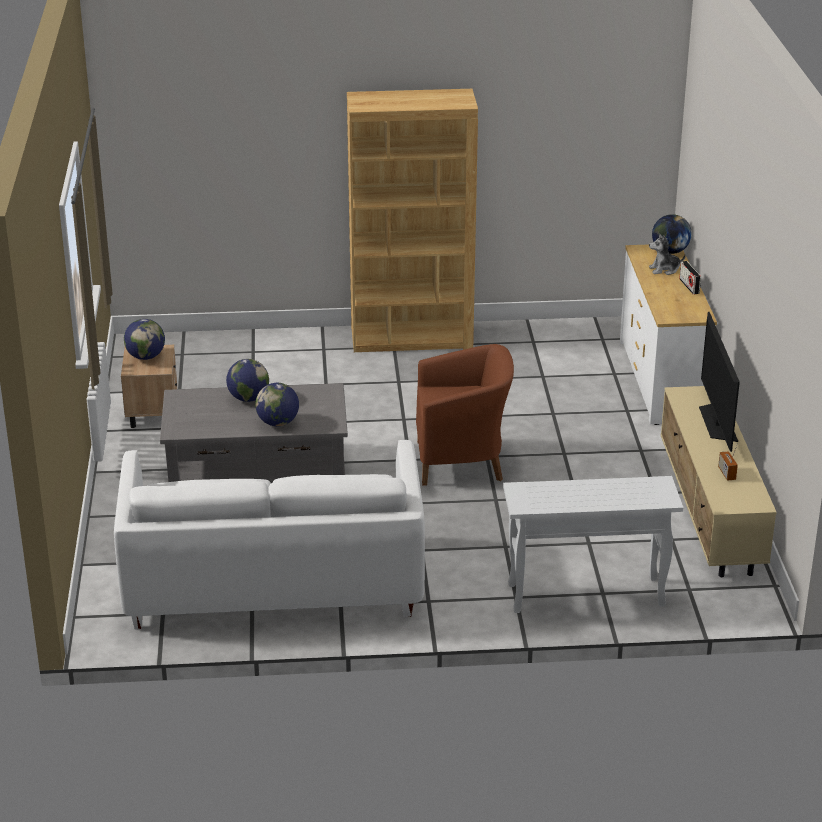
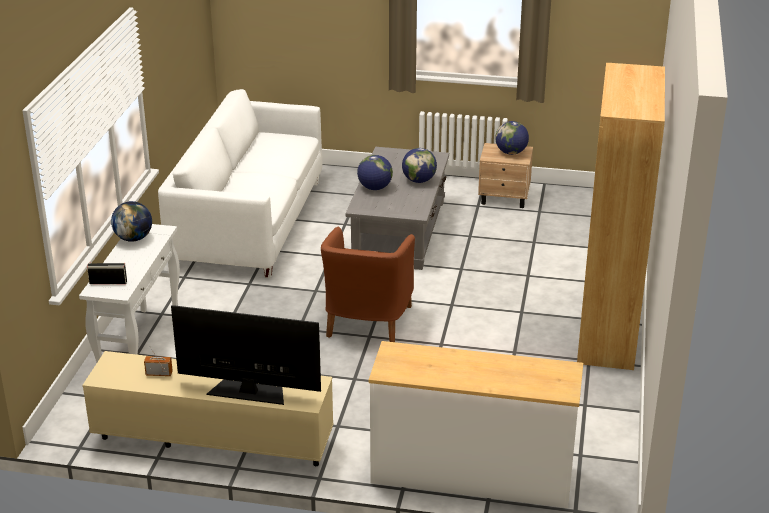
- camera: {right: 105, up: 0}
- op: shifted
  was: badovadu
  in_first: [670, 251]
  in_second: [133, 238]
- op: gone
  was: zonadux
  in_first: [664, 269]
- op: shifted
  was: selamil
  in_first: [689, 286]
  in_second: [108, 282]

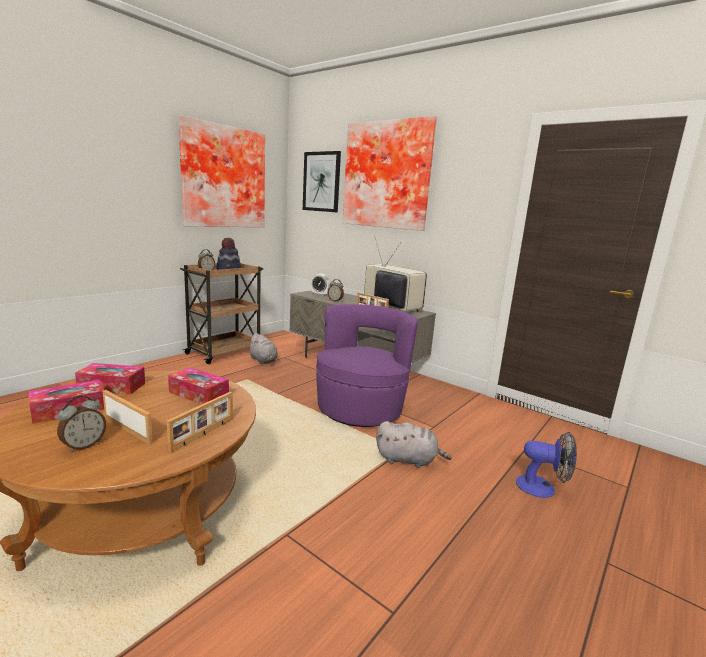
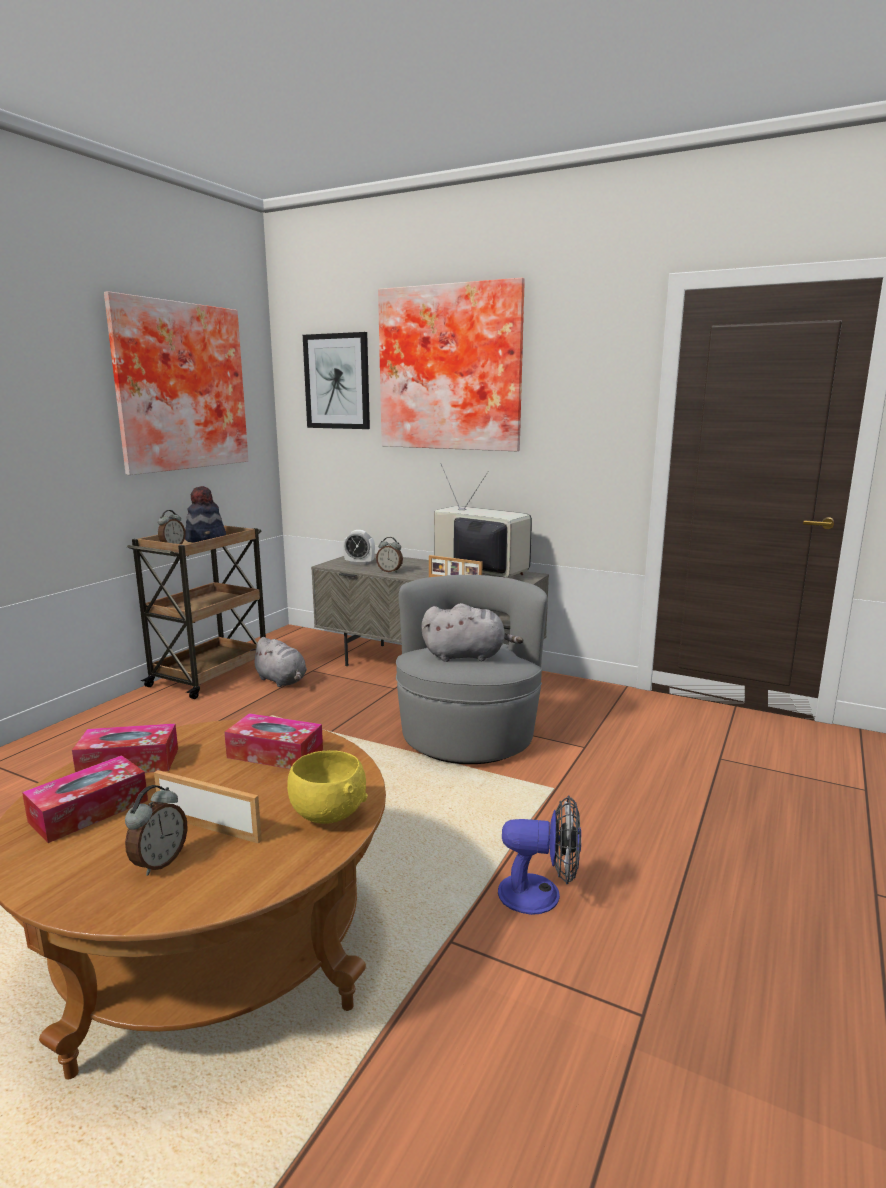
- camera: {right: -10, up: 0}
- op: repainted
  was: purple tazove
  now: grey tazove
  in_first: [360, 408]
  in_second: [468, 736]
- op: swapped
  was: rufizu
  now: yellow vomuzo
  in_first: [204, 434]
  in_second: [327, 814]
- op: shifted
  was: grey zonadux
  in_first: [408, 460]
  in_second: [467, 656]
- op: shifted
  was: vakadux
  in_first: [542, 488]
  in_second: [540, 894]

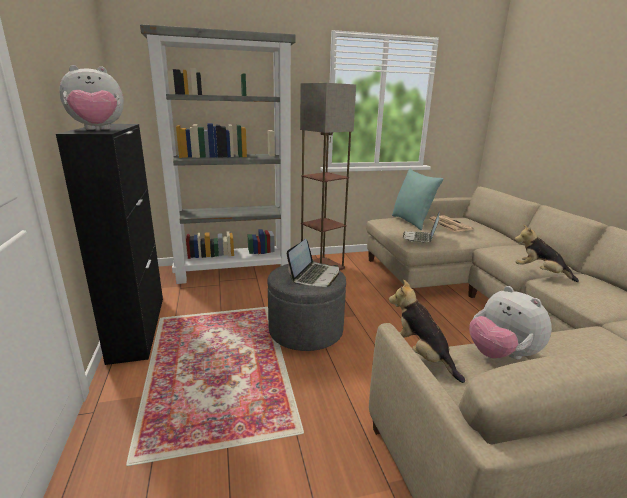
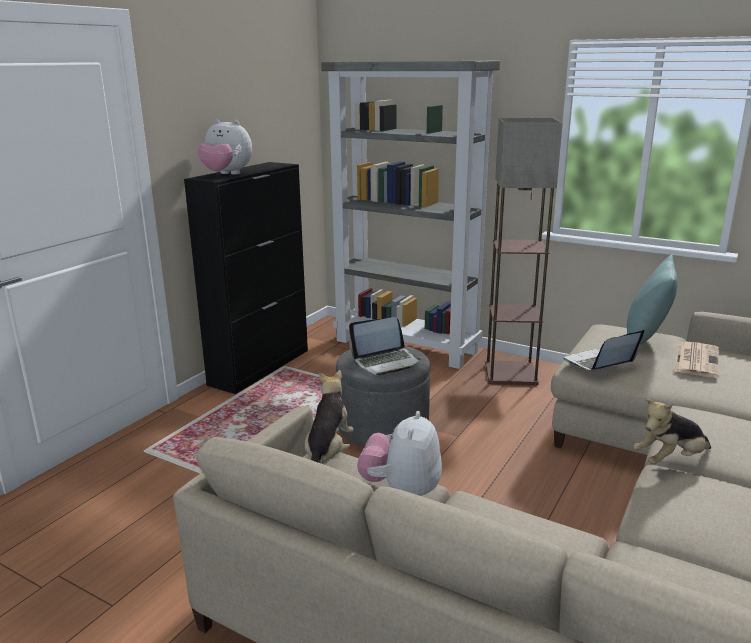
- camera: {right: 45, up: 0}
- op: rotated
  was: zonadux
  in_first: [540, 273]
  in_second: [670, 460]
  clockwise: -105

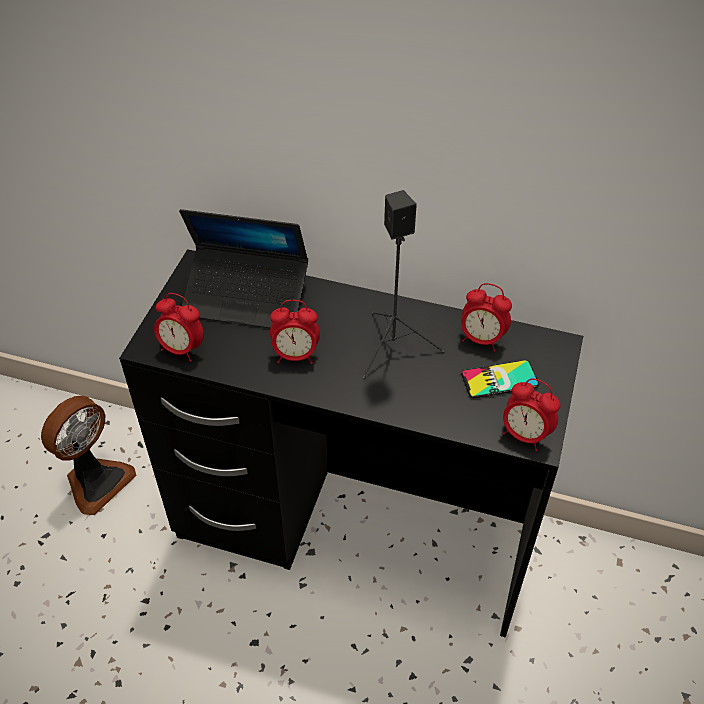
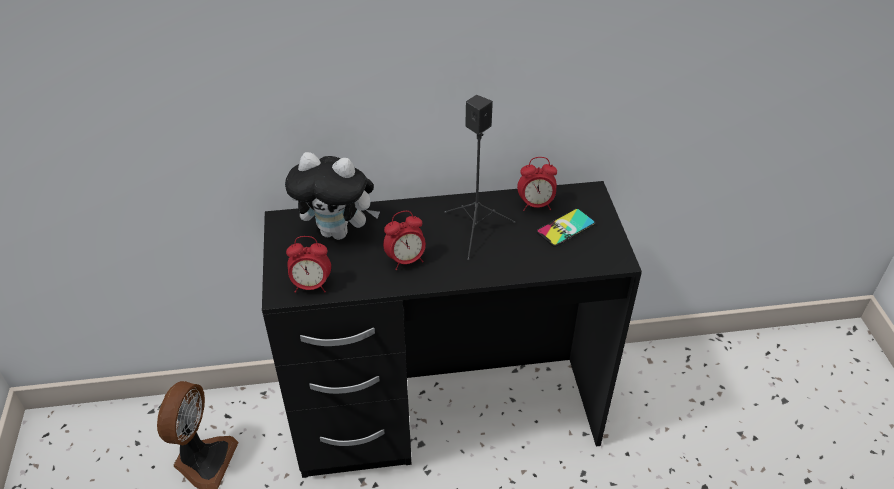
- camera: {right: -25, up: -5}
- op: swapped
  was: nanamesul
  now: zonadux
  in_first: [246, 297]
  in_second: [338, 231]
- op: gone
  was: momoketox
  in_first: [524, 435]

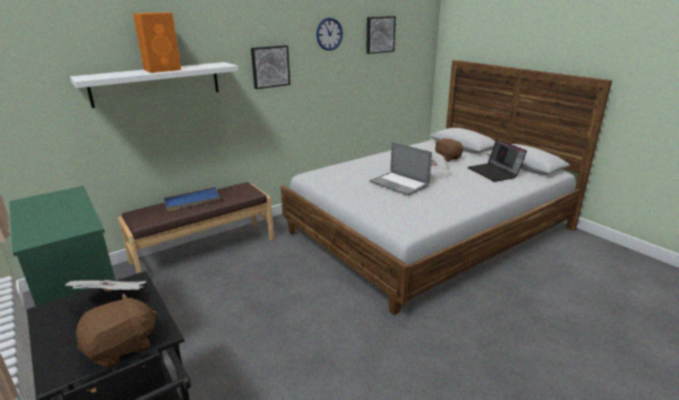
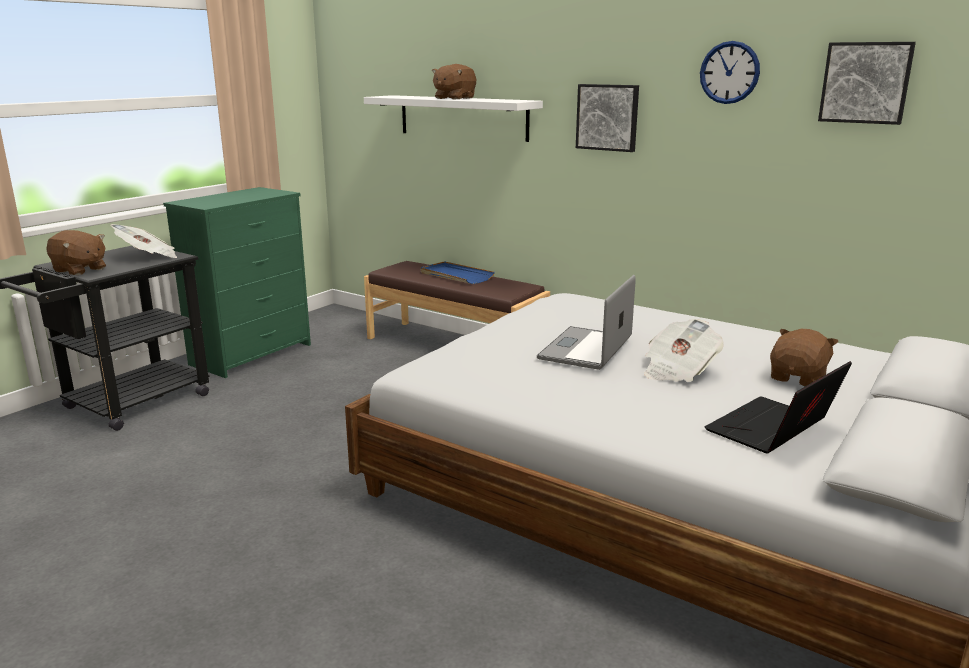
- camera: {right: 70, up: -5}
- op: swapped
  was: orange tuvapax
  now: brown zonadux
  in_first: [163, 69]
  in_second: [454, 98]

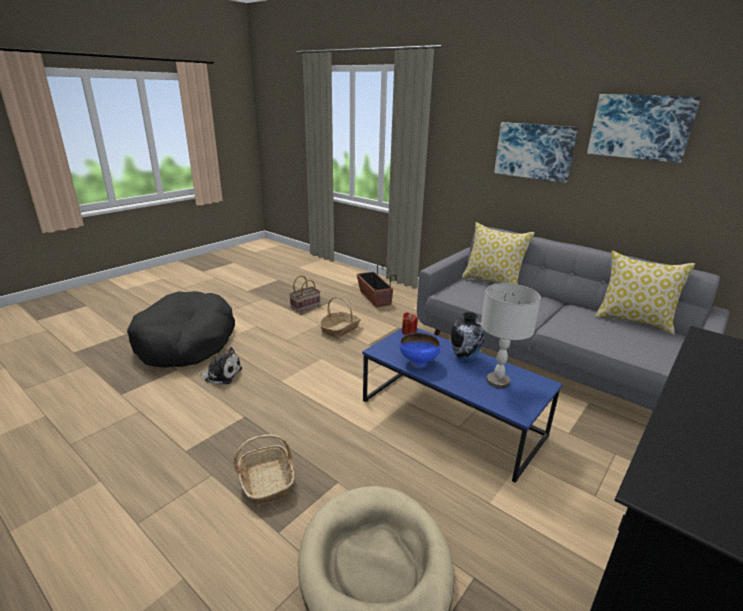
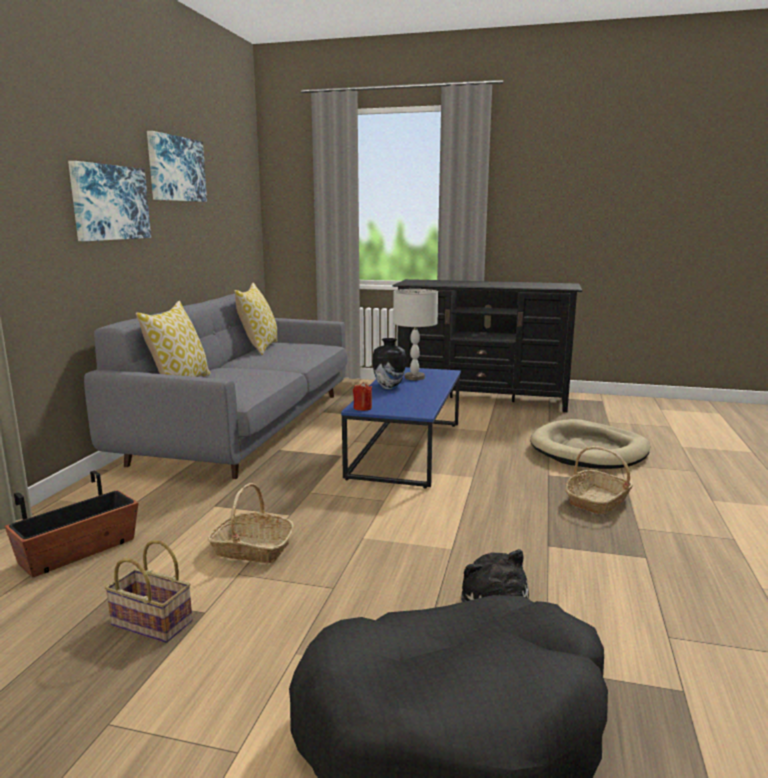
- camera: {right: -115, up: -10}
- op: gone
  was: blue vomuzo
  in_first: [418, 363]

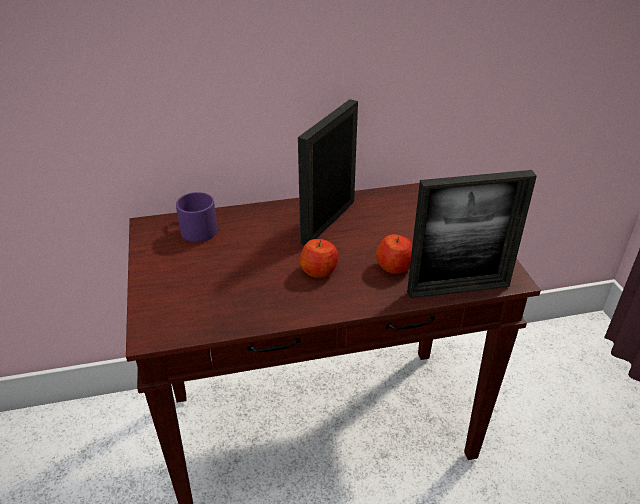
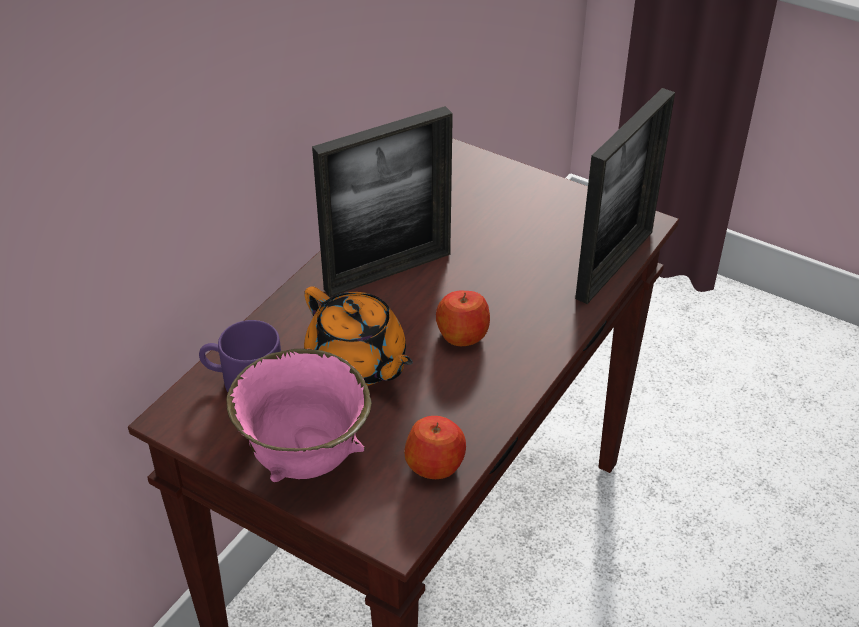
- camera: {right: -45, up: 5}
- op: rotated
  was: rufizu
  in_first: [328, 221]
  in_second: [388, 271]
  clockwise: -105
- op: shifted
  was: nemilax
  in_first: [395, 267]
  in_second: [435, 464]
- op: new
  now: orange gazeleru
  in_second: [357, 364]
- op: new
  now: pink vomuzo
  in_second: [304, 461]

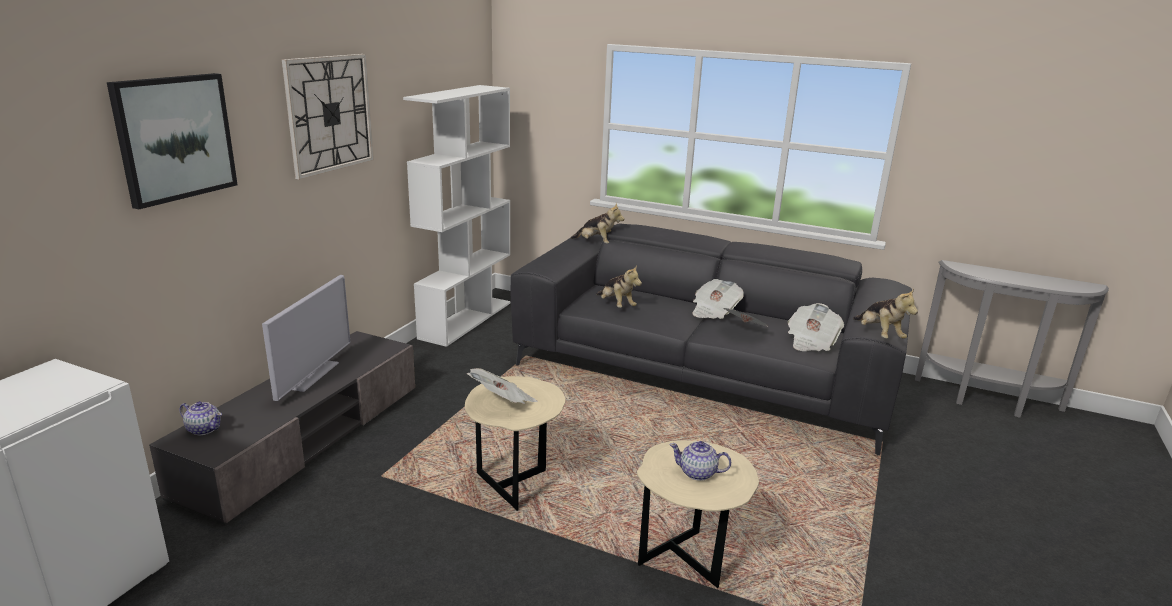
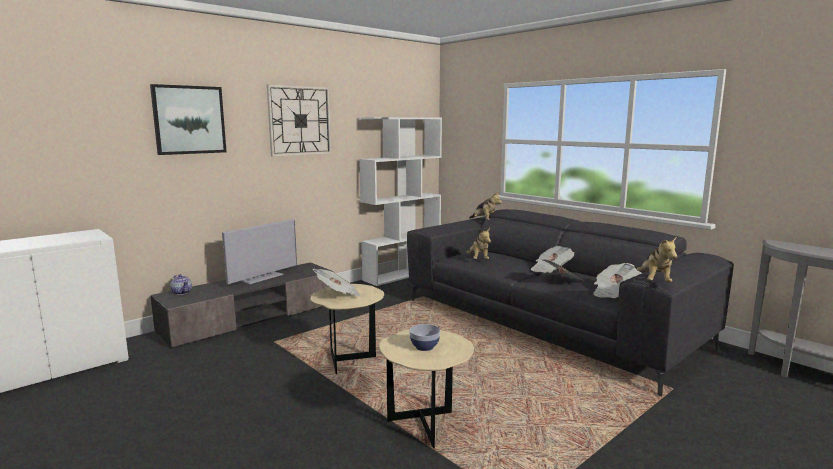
- camera: {right: 25, up: -10}
- op: swapped
  was: gazeleru
  now: vomuzo
  in_first: [698, 473]
  in_second: [424, 347]

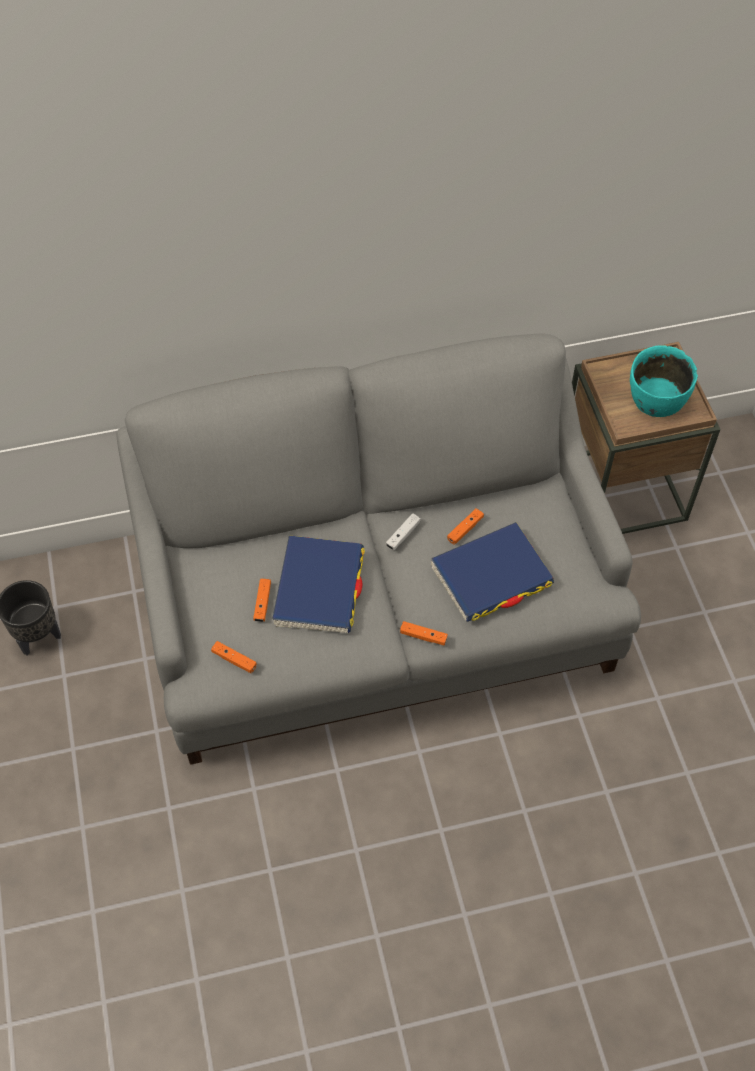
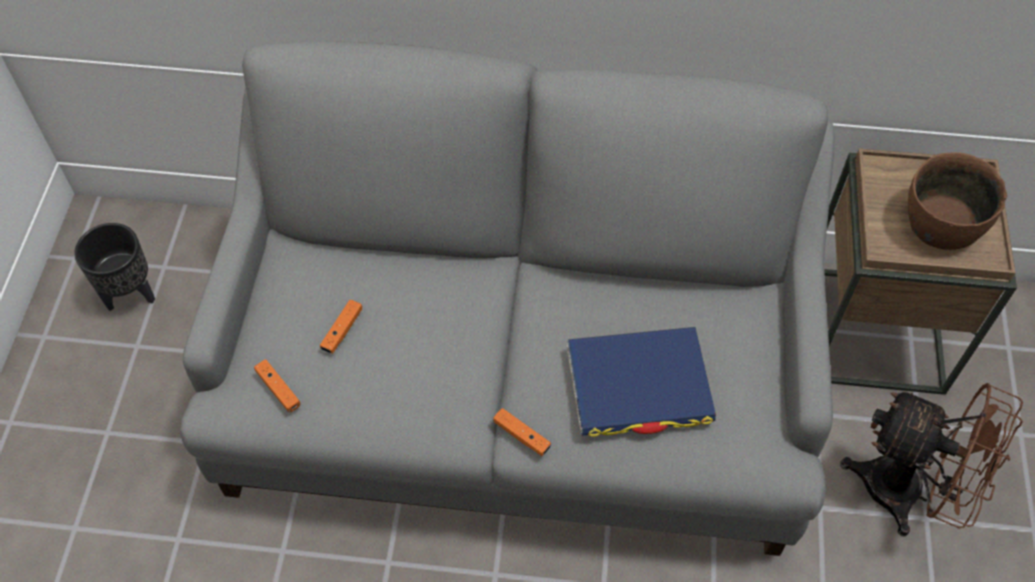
- camera: {right: 20, up: 0}
- op: repainted
  was: turquoise vomuzo
  now: brown vomuzo
  in_first: [656, 398]
  in_second: [940, 223]
- op: gone
  was: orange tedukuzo
  in_first: [465, 529]
- op: gone
  was: white tedukuzo
  in_first: [403, 535]
- op: gone
  was: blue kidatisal
  in_first: [319, 587]
- op: new
  now: brown vakadux
  in_second: [908, 493]

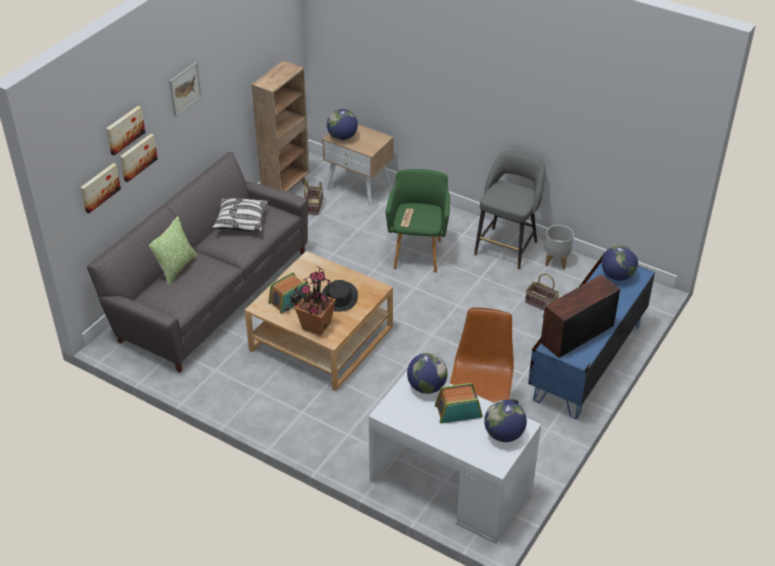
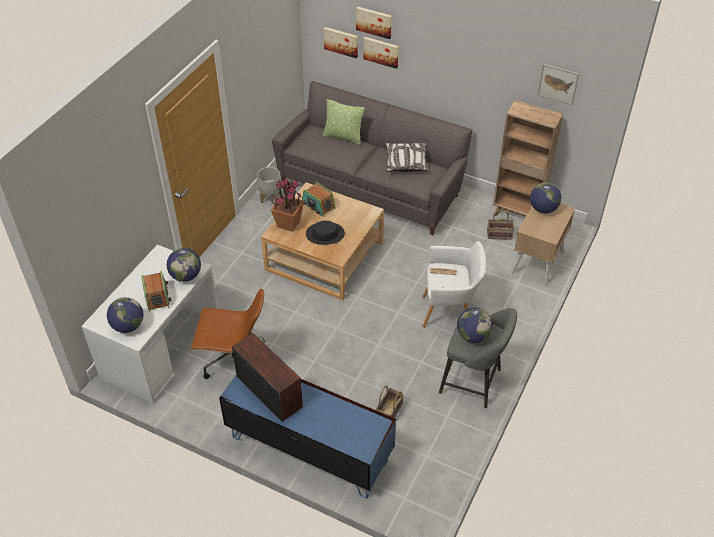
- camera: {right: 85, up: 5}
- op: shifted
  was: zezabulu
  in_first: [184, 89]
  in_second: [558, 84]
- op: repainted
  was: green tazove
  now: white tazove
  in_first: [418, 252]
  in_second: [449, 312]
- op: shifted
  was: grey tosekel
  in_first: [556, 261]
  in_second: [270, 198]
- op: shifted
  was: badovadu
  in_first: [617, 276]
  in_second: [473, 336]

